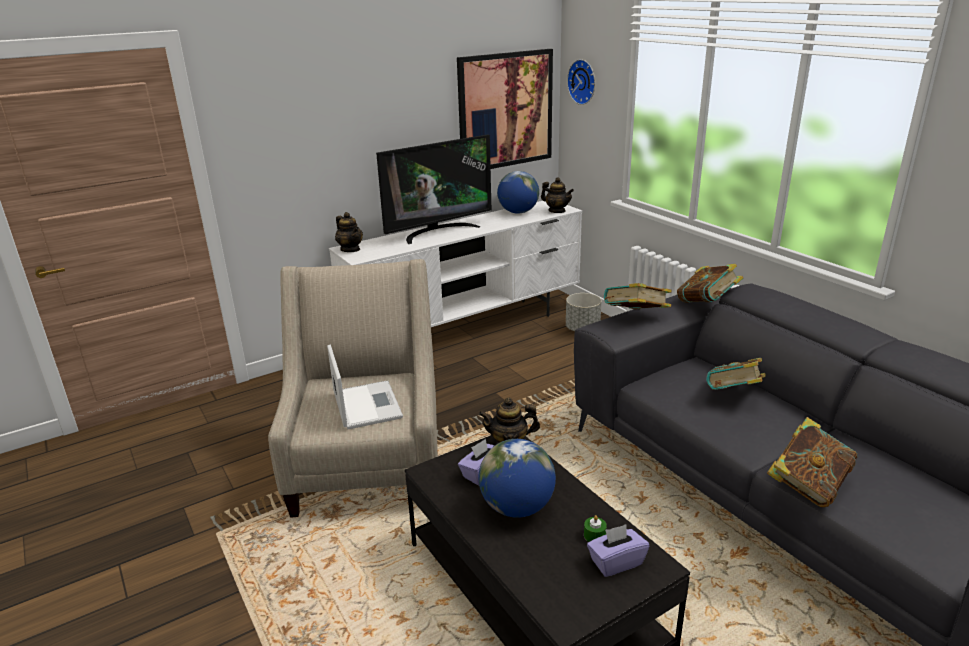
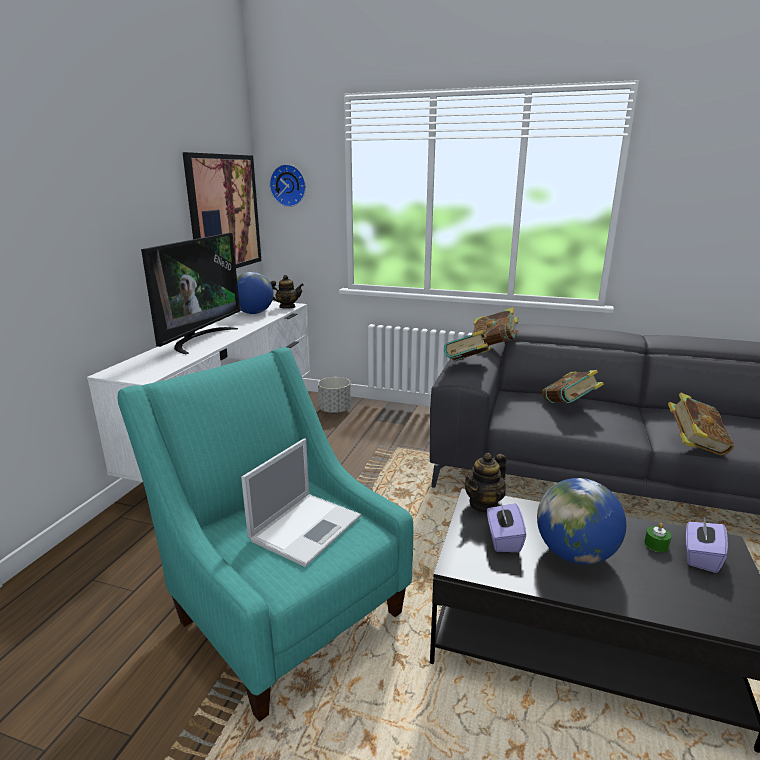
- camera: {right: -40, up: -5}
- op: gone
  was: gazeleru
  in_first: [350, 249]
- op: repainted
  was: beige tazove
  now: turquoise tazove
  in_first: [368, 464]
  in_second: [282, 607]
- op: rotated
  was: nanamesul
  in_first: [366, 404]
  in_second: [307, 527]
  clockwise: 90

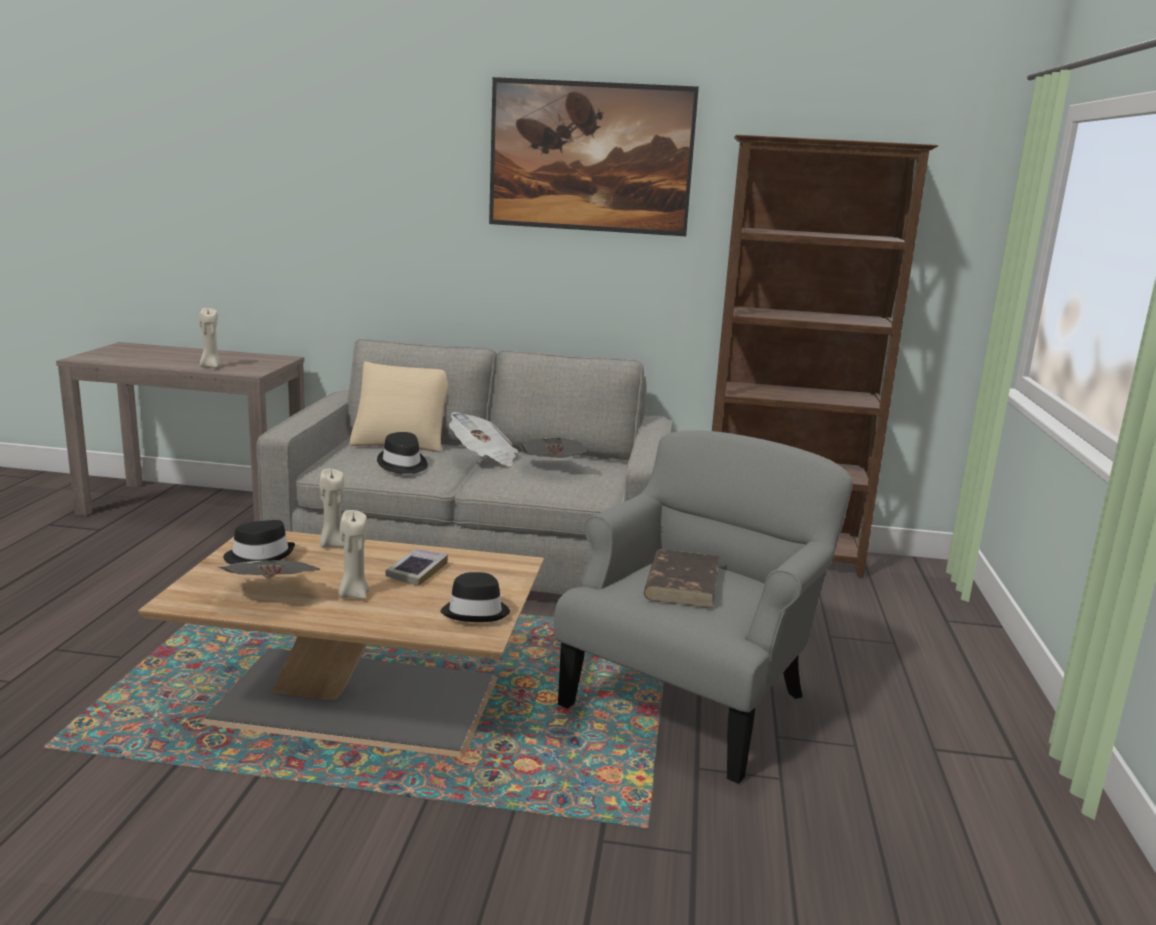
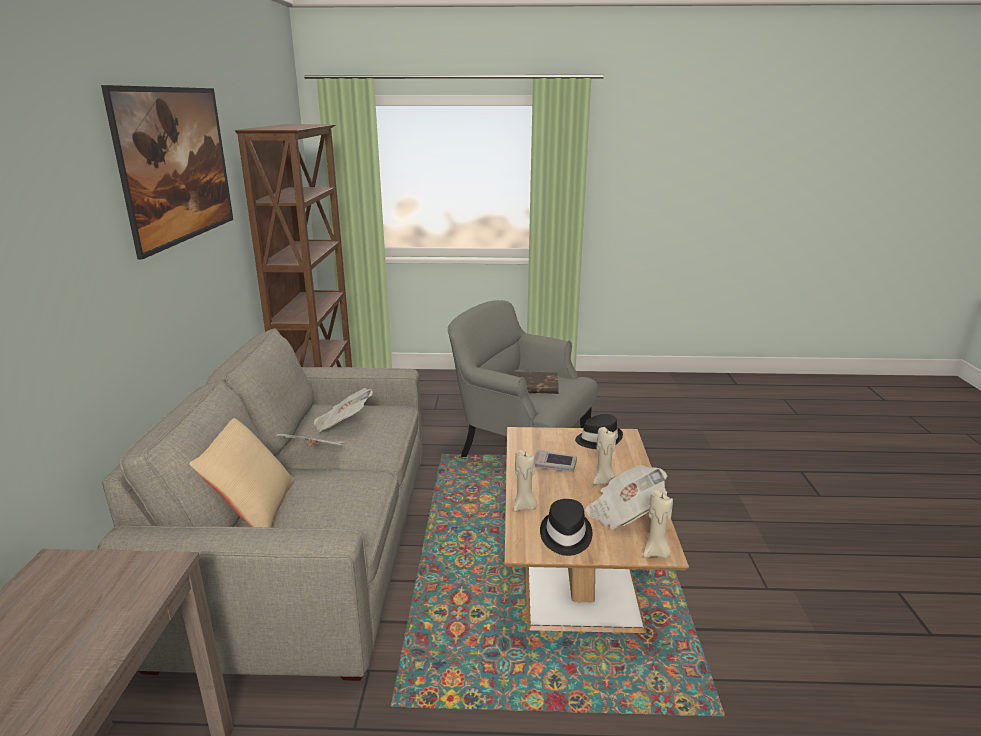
- camera: {right: -95, up: 5}
- op: shifted
  was: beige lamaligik
  in_first: [210, 367]
  in_second: [656, 553]
- op: gone
  was: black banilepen
  in_first: [402, 464]

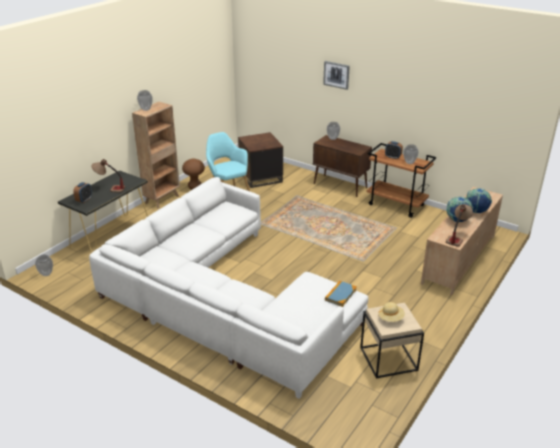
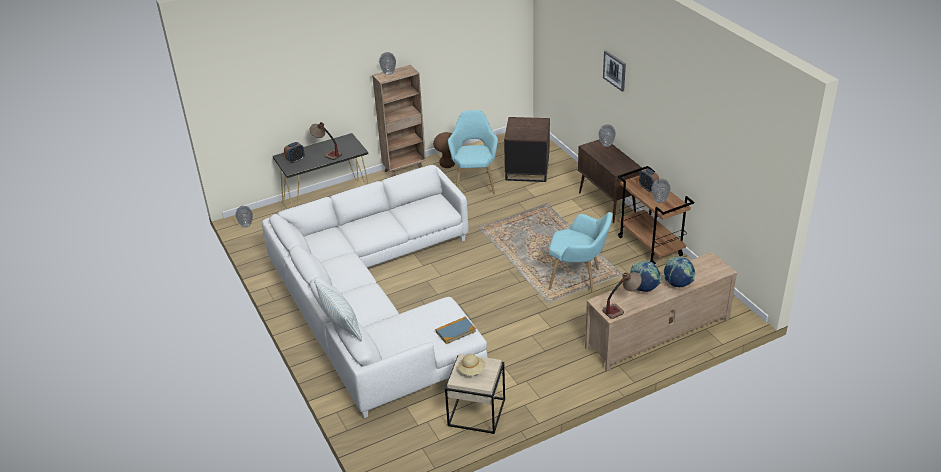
- camera: {right: 30, up: 5}
- op: new
  now: turquoise tazove
  in_second: [578, 279]
- op: new
  now: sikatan
  in_second: [341, 323]

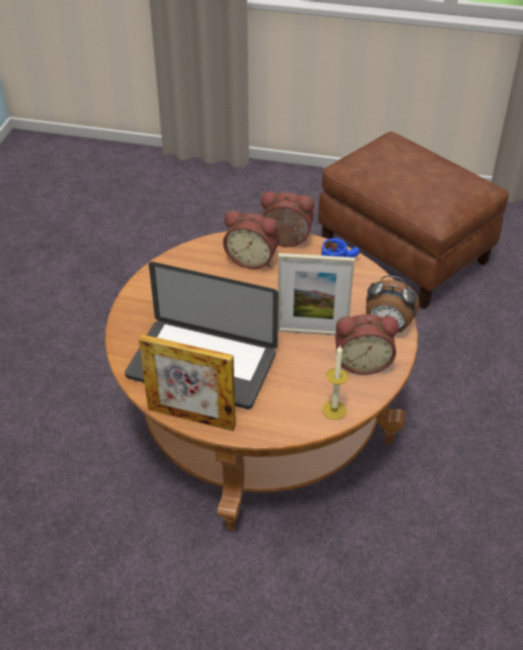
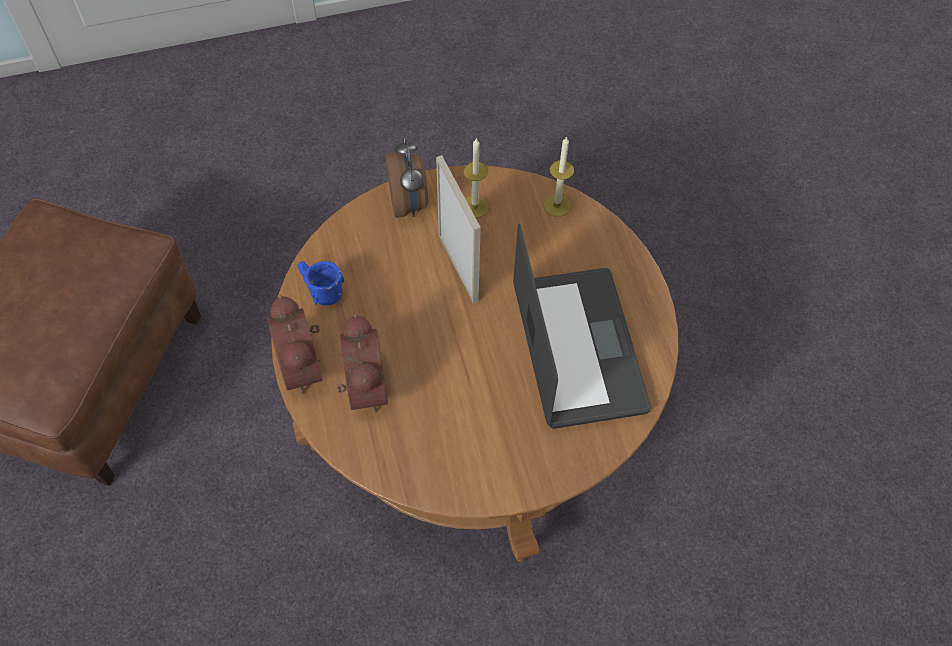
- camera: {right: -120, up: 15}
- op: swapped
  was: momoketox
  now: lamaligik
  in_first: [362, 362]
  in_second: [474, 207]
- op: gone
  was: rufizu
  in_first: [191, 417]

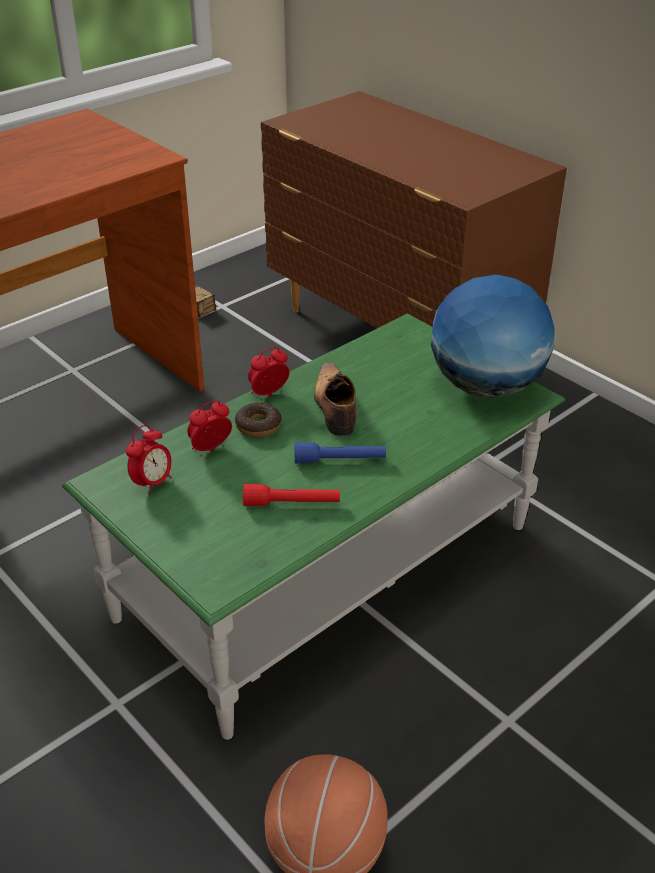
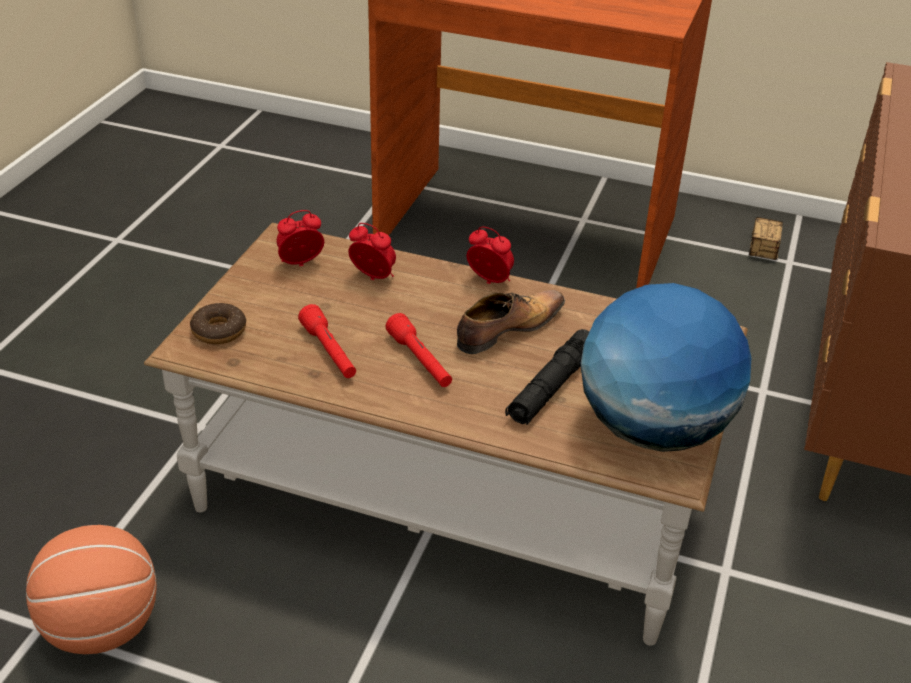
- camera: {right: 60, up: 0}
- op: repainted
  was: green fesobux
  now: brown fesobux
  in_first: [327, 571]
  in_second: [449, 498]
- op: shifted
  was: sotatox
  in_first: [258, 426]
  in_second: [219, 331]
- op: rotated
  was: momoketox
  in_first: [152, 483]
  in_second: [300, 264]
  clockwise: 150
- op: repainted
  was: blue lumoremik
  now: red lumoremik
  in_first: [340, 460]
  in_second: [420, 361]
- op: new
  now: black lumoremik
  in_second: [551, 386]

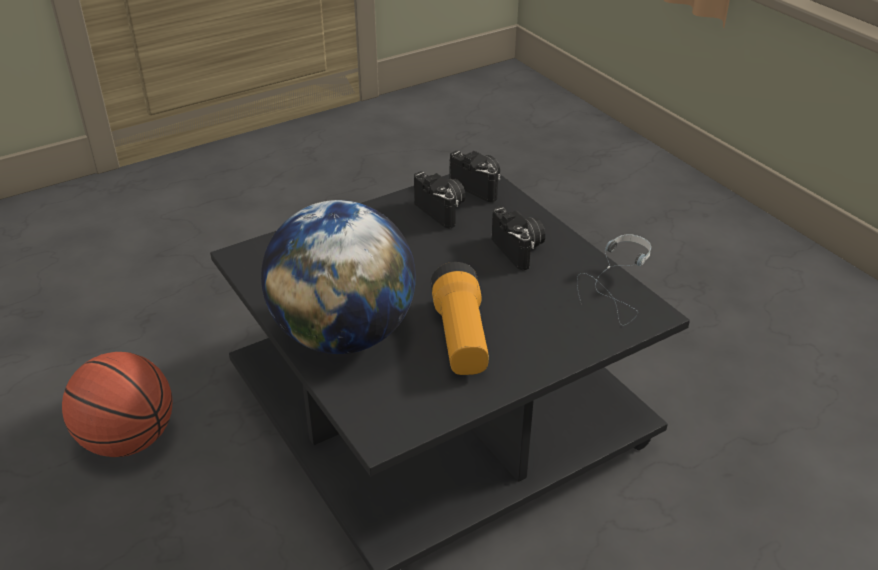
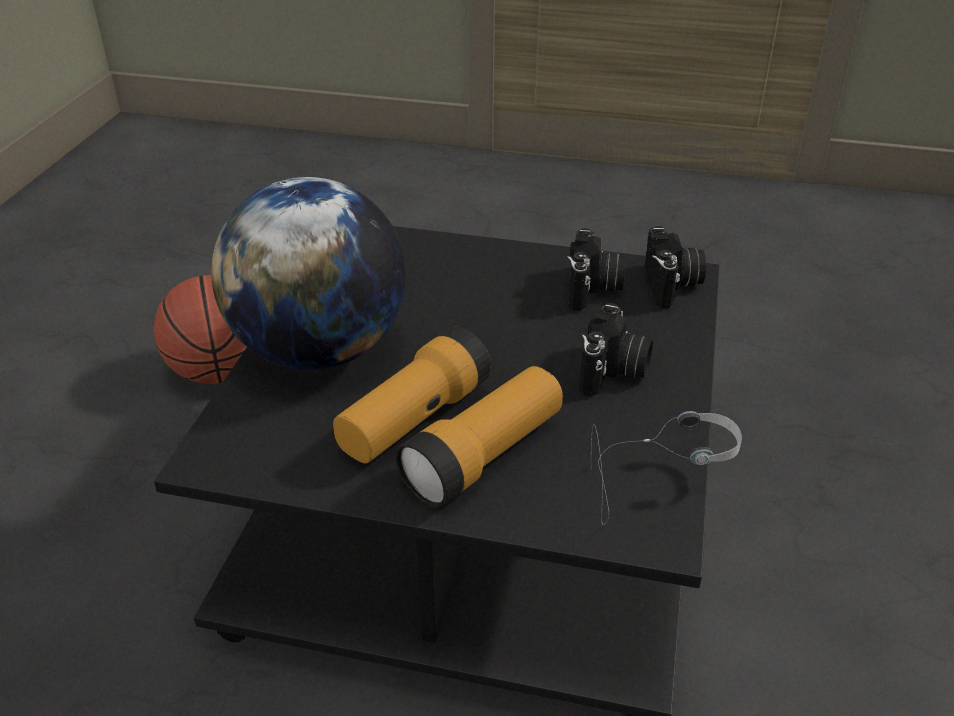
- camera: {right: 45, up: 0}
- op: new
  now: lumoremik
  in_second: [484, 456]

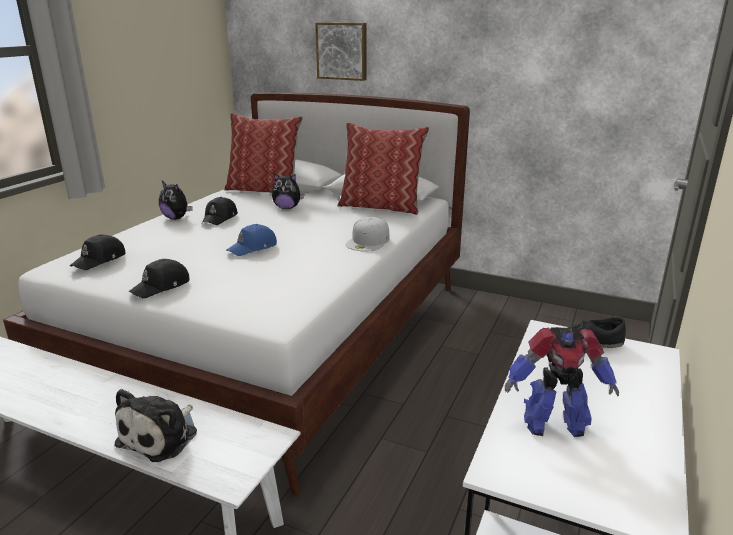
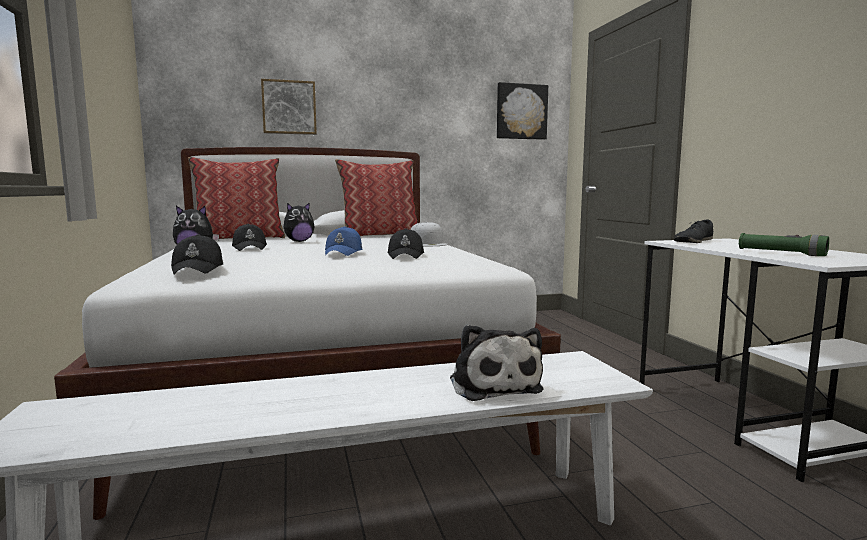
- camera: {right: -40, up: -15}
- op: shifted
  was: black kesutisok
  in_first: [161, 286]
  in_second: [406, 255]
- op: swapped
  was: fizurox
  now: green lumoremik
  in_first: [552, 424]
  in_second: [781, 253]
- op: new
  now: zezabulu
  in_second: [521, 112]

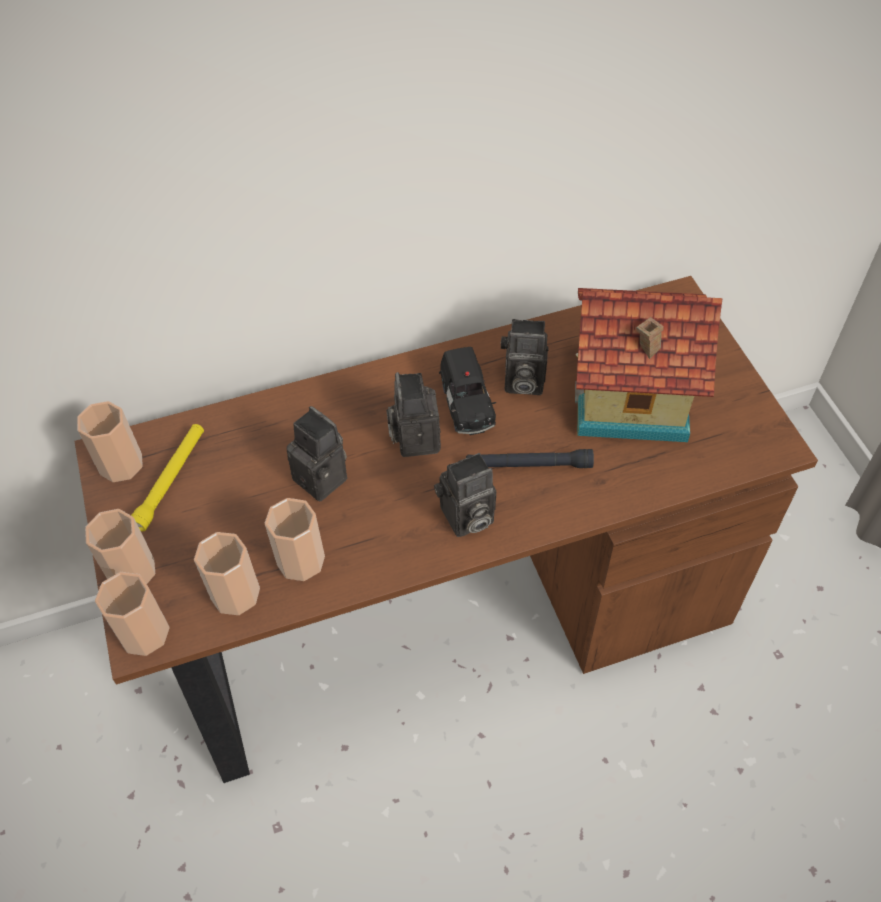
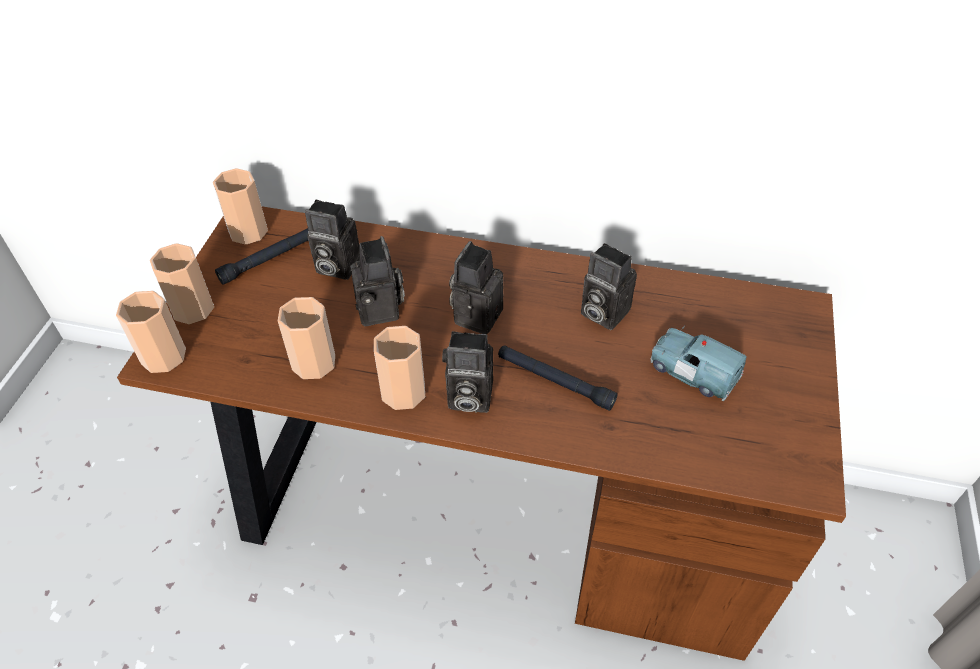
- camera: {right: 30, up: -5}
- op: swapped
  was: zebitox
  now: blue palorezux
  in_first: [632, 399]
  in_second: [692, 372]
- op: gone
  was: black palorezux
  in_first: [467, 405]
- op: repainted
  was: yellow lumoremik
  now: black lumoremik
  in_first: [171, 480]
  in_second: [272, 258]
- op: shifted
  was: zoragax
  in_first: [235, 594]
  in_second: [403, 392]
- op: new
  now: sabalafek
  in_second: [335, 266]

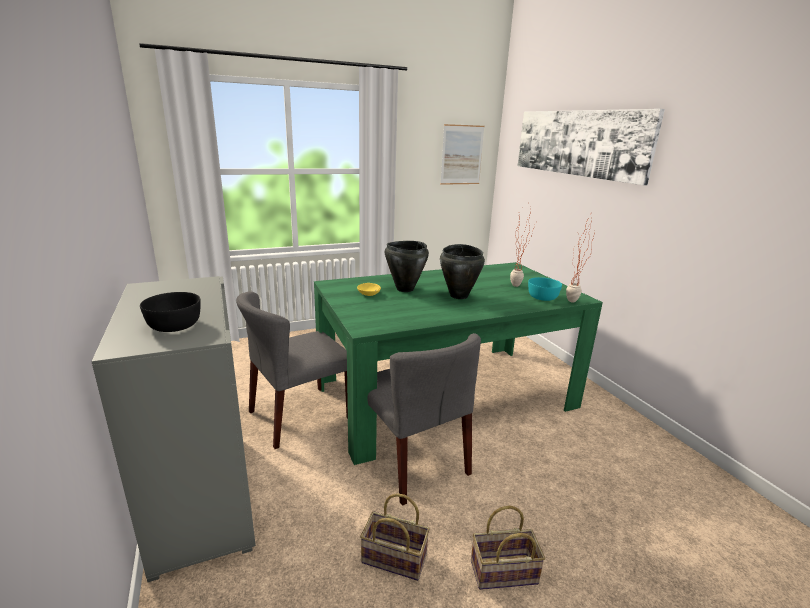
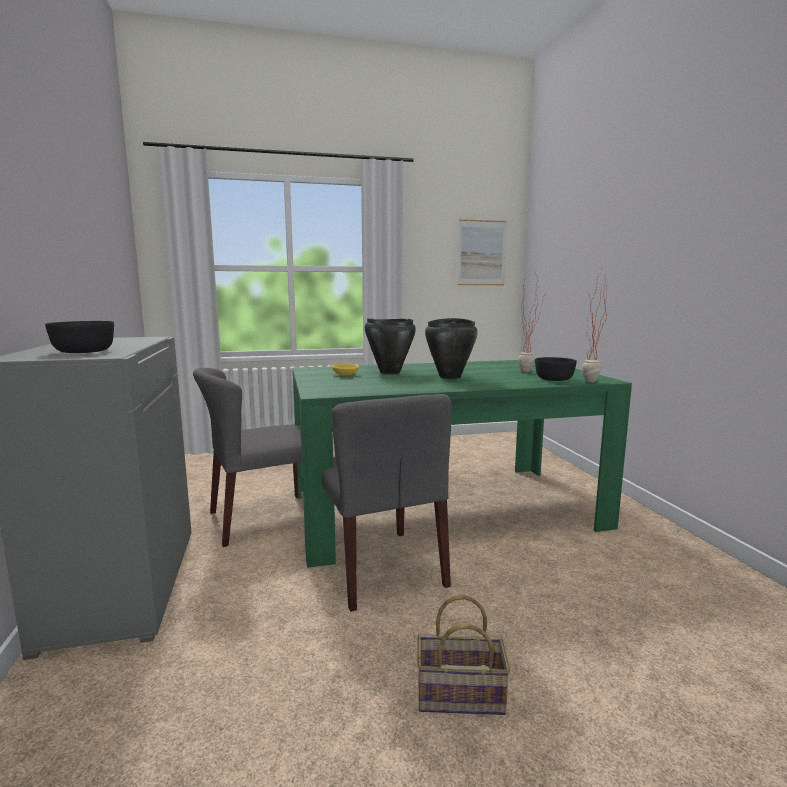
- camera: {right: 10, up: -10}
- op: gone
  was: zezabulu
  in_first: [578, 143]
- op: repainted
  was: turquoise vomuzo
  now: black vomuzo
  in_first: [542, 297]
  in_second: [553, 379]
- op: gone
  was: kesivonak
  in_first: [392, 559]

